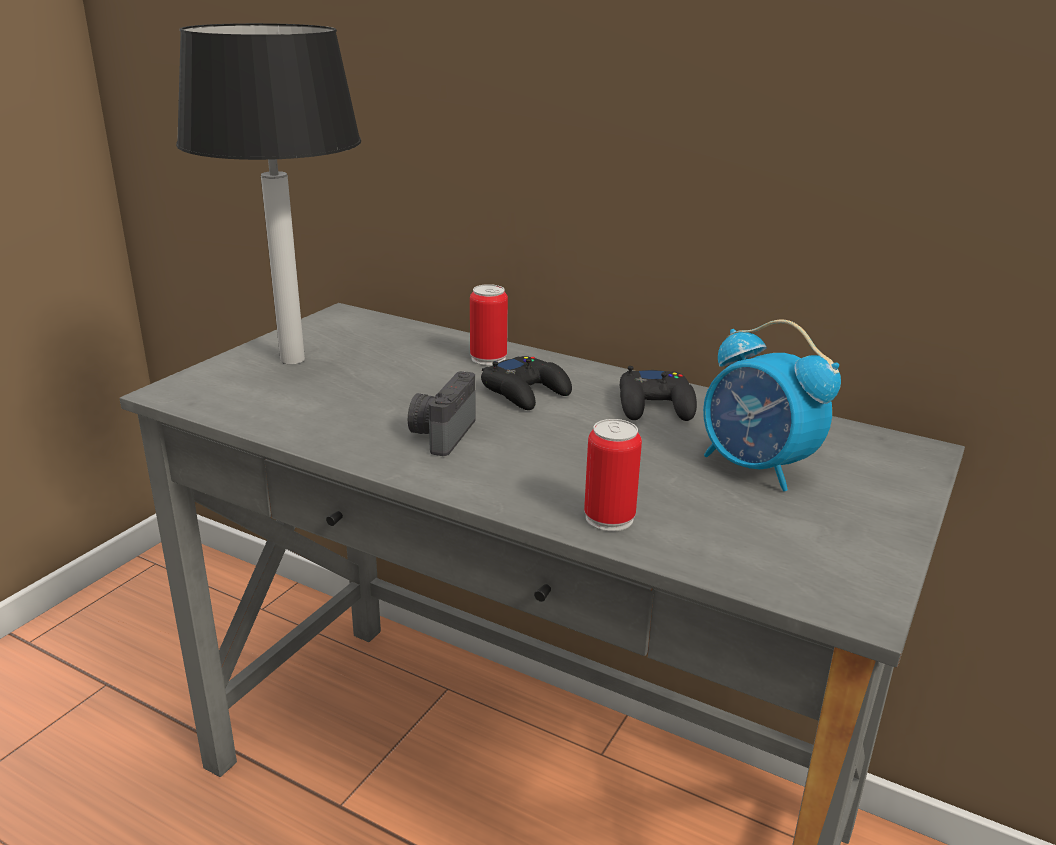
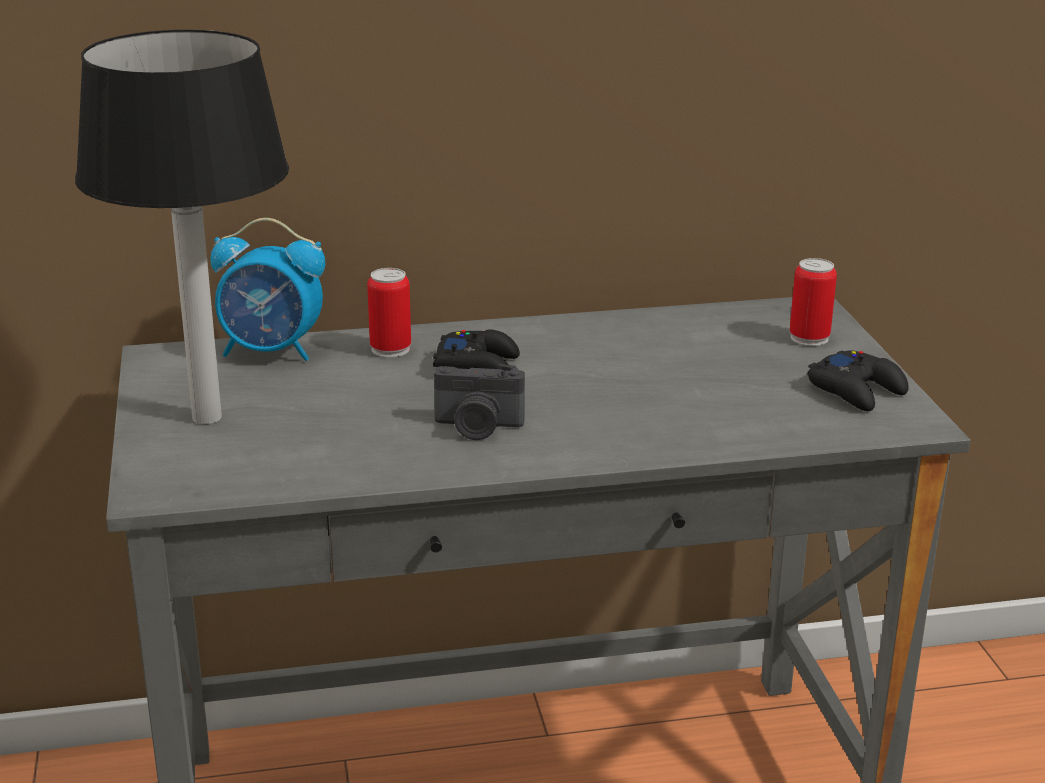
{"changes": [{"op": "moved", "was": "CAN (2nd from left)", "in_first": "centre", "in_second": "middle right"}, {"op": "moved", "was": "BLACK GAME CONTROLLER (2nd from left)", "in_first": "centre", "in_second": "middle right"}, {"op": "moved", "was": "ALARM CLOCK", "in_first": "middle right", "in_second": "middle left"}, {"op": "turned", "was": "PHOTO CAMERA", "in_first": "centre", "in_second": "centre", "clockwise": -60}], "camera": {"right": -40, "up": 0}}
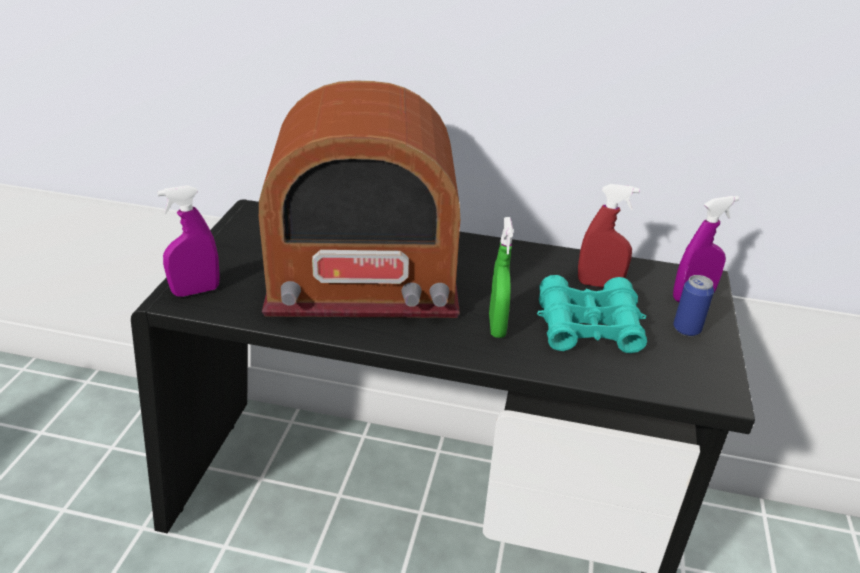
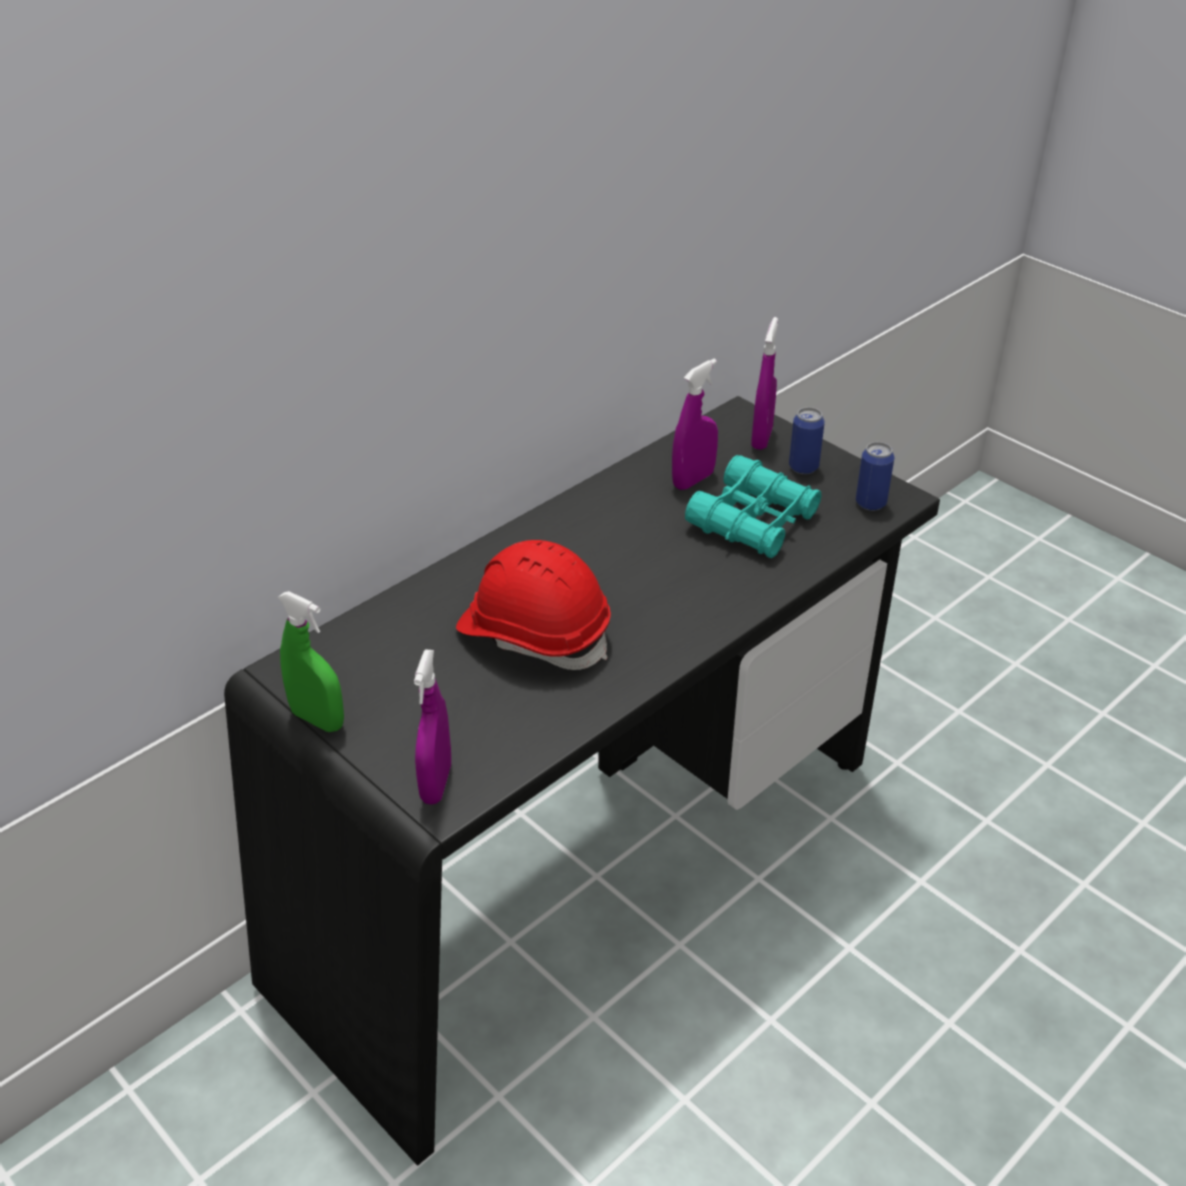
{"changes": [{"op": "added", "now": "CAN (2nd from left)", "in_second": "middle right"}, {"op": "moved", "was": "GREEN SPRAY BOTTLE", "in_first": "centre", "in_second": "middle left"}, {"op": "replaced", "was": "RADIO", "now": "RED HARD HAT", "in_first": "centre", "in_second": "centre"}, {"op": "recoloured", "was": "RED SPRAY BOTTLE", "now": "PURPLE SPRAY BOTTLE (2nd from left)", "in_first": "middle right", "in_second": "centre"}], "camera": {"right": -55, "up": 5}}
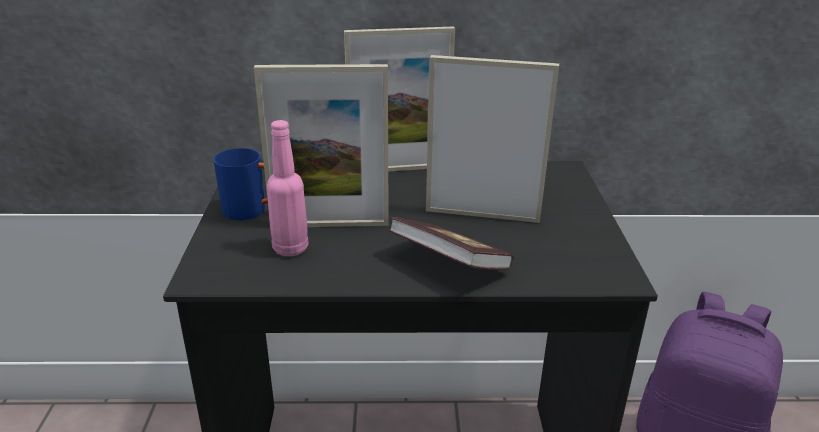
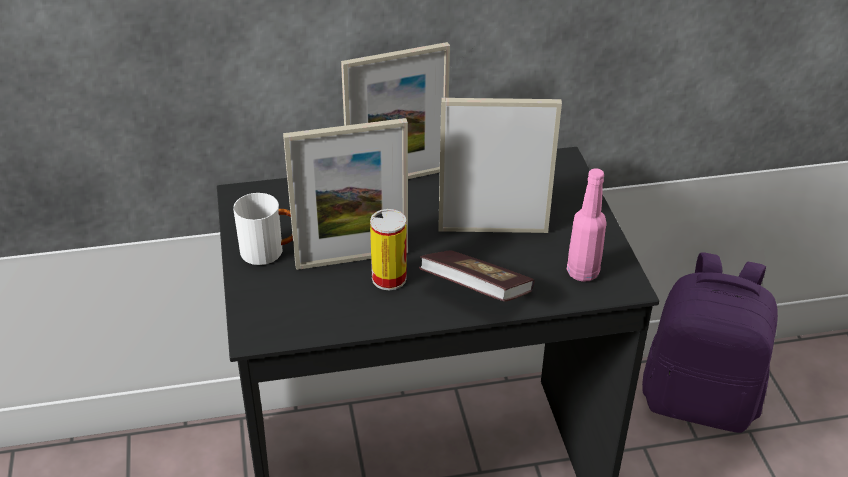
{"changes": [{"op": "added", "now": "CAN", "in_second": "centre"}, {"op": "moved", "was": "PINK BOTTLE", "in_first": "centre", "in_second": "middle right"}, {"op": "recoloured", "was": "BLUE MUG", "now": "WHITE MUG", "in_first": "middle left", "in_second": "middle left"}], "camera": {"right": -10, "up": 10}}
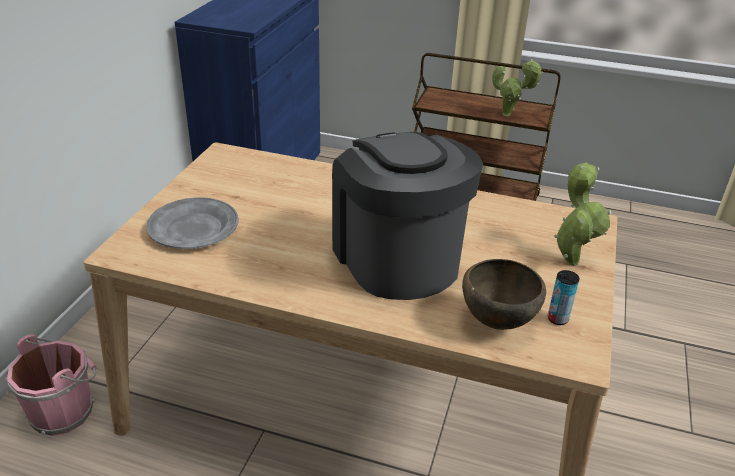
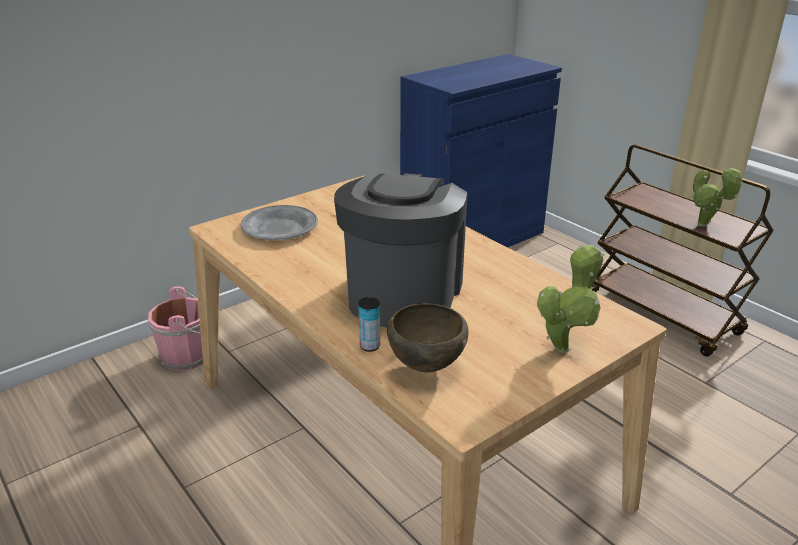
{"changes": [{"op": "moved", "was": "CAN", "in_first": "middle right", "in_second": "centre"}], "camera": {"right": 35, "up": -5}}
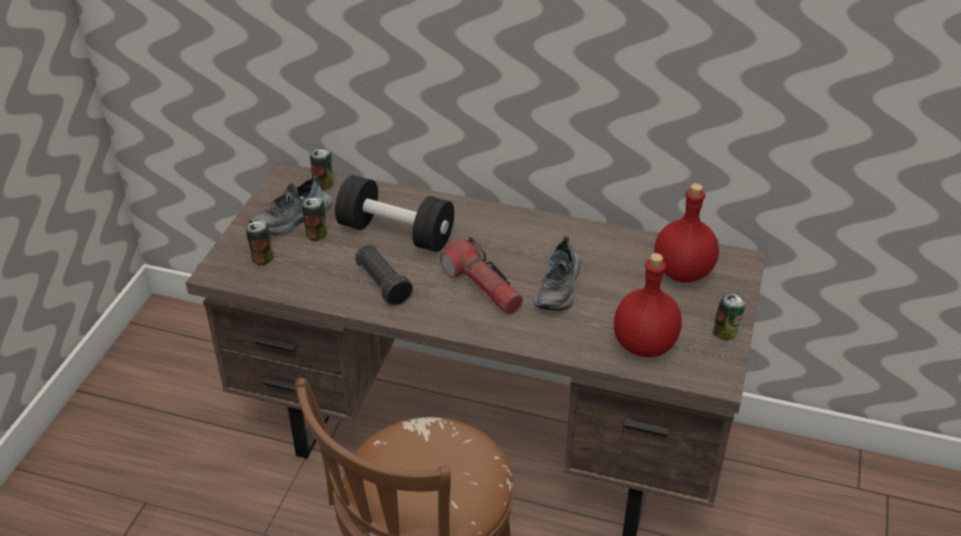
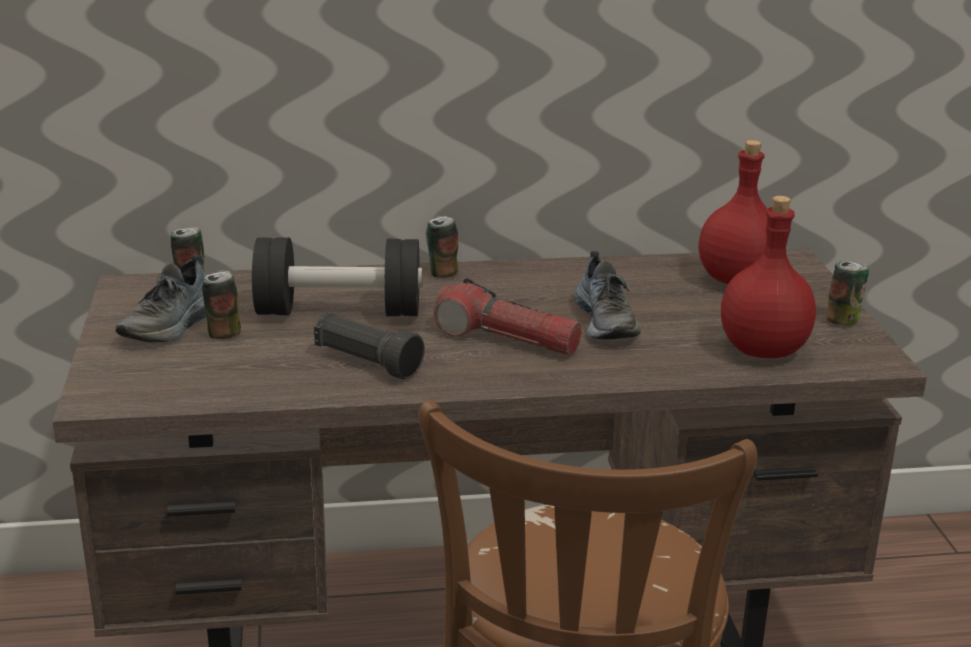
{"changes": [{"op": "moved", "was": "CAN (1st from left in the first image)", "now": "CAN (3rd from left)", "in_first": "middle left", "in_second": "centre"}], "camera": {"right": -25, "up": -15}}
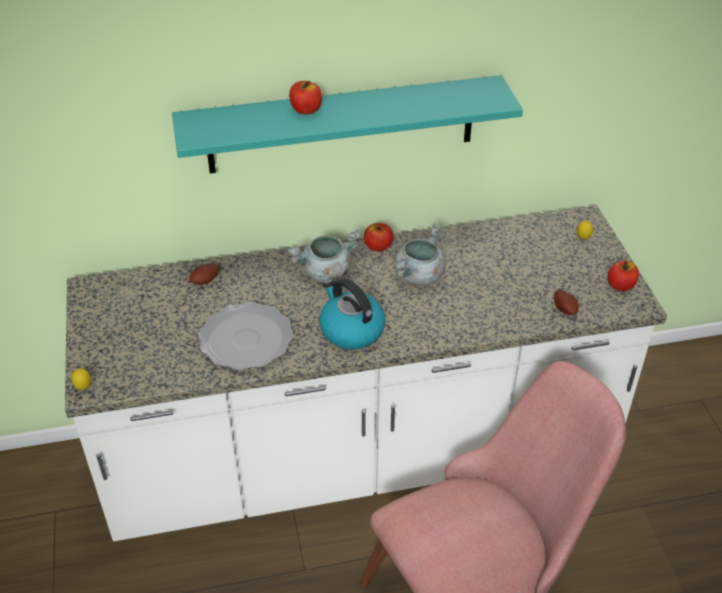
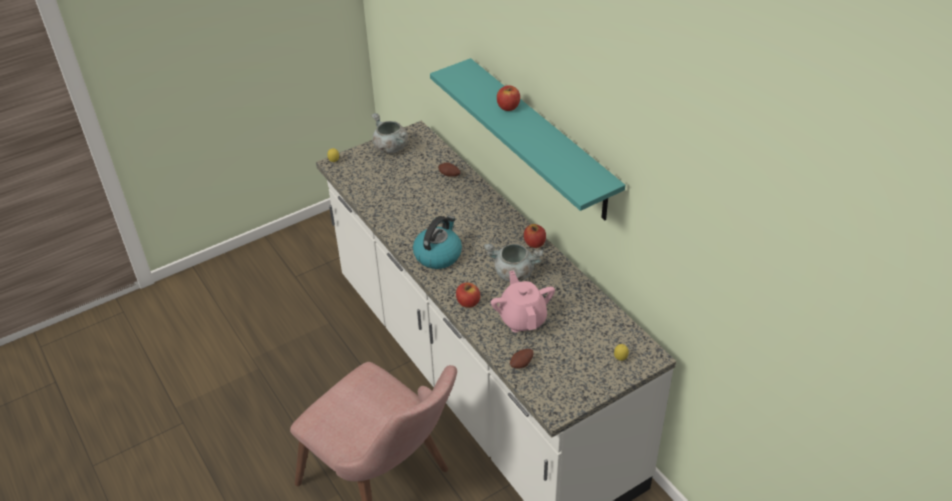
{"changes": [{"op": "removed", "was": "PLATE", "in_first": "centre"}, {"op": "added", "now": "PINK TEAPOT", "in_second": "centre"}, {"op": "moved", "was": "GREY COOKING POT (1st from left)", "in_first": "centre", "in_second": "top centre"}, {"op": "moved", "was": "APPLE (3rd from left in the first image)", "now": "APPLE (1st from left)", "in_first": "middle right", "in_second": "centre"}], "camera": {"right": 70, "up": 0}}
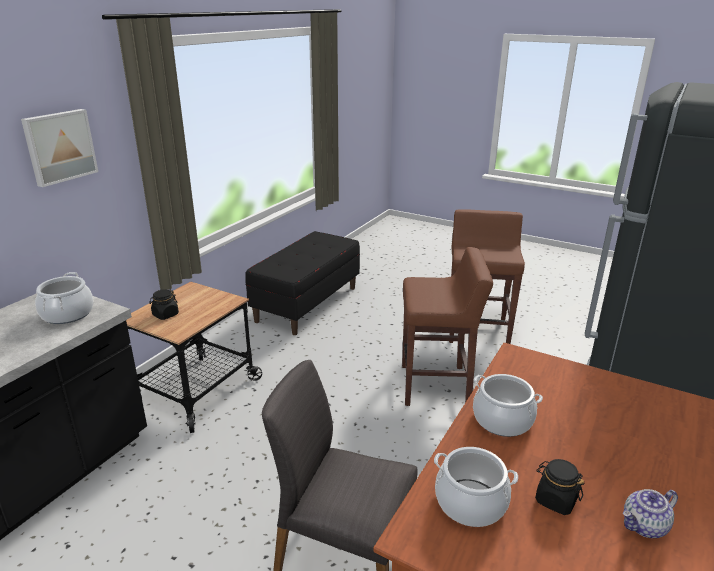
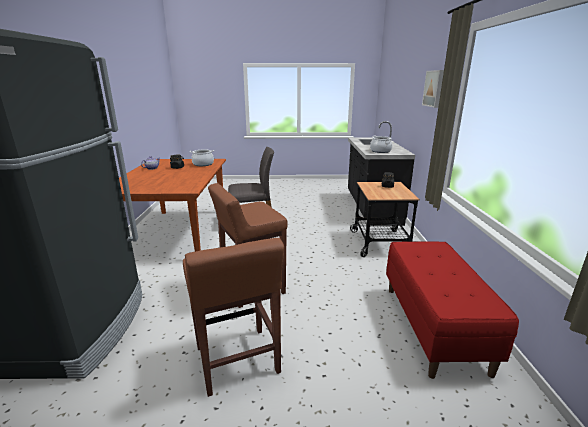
{"changes": [{"op": "removed", "was": "COOKING POT (3rd from left)", "in_first": "bottom right"}, {"op": "recoloured", "was": "BLACK BENCH", "now": "RED BENCH", "in_first": "centre", "in_second": "bottom right"}], "camera": {"right": 150, "up": -5}}
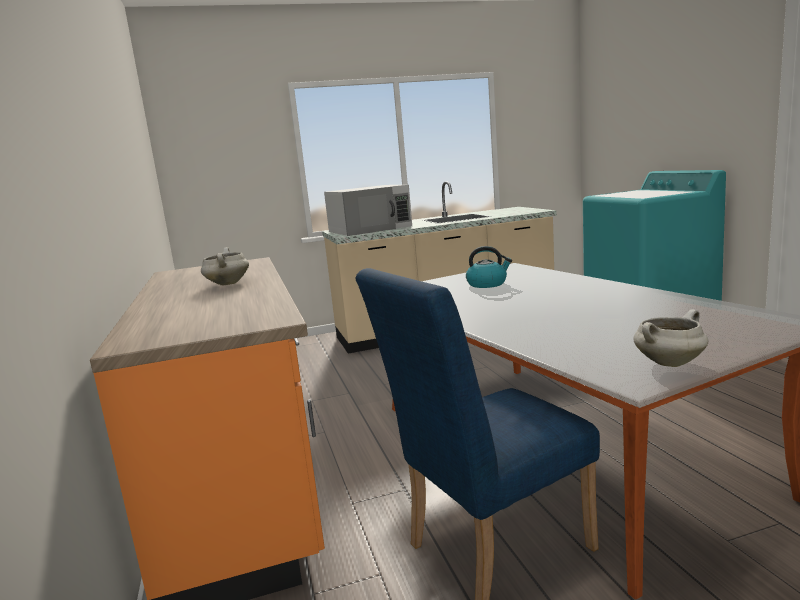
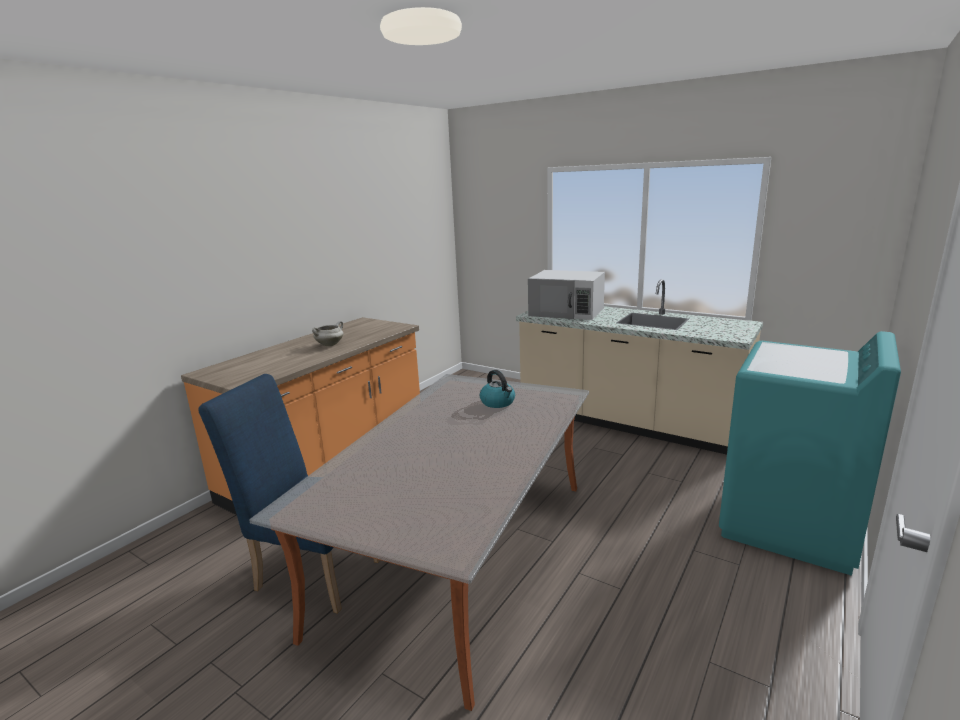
{"changes": [{"op": "removed", "was": "WHITE COOKING POT (2nd from left)", "in_first": "middle right"}], "camera": {"right": 50, "up": 5}}
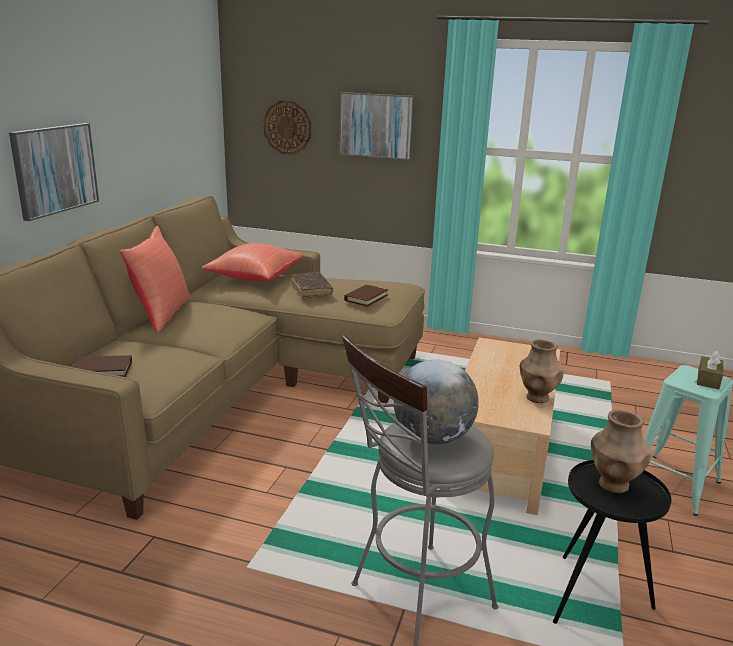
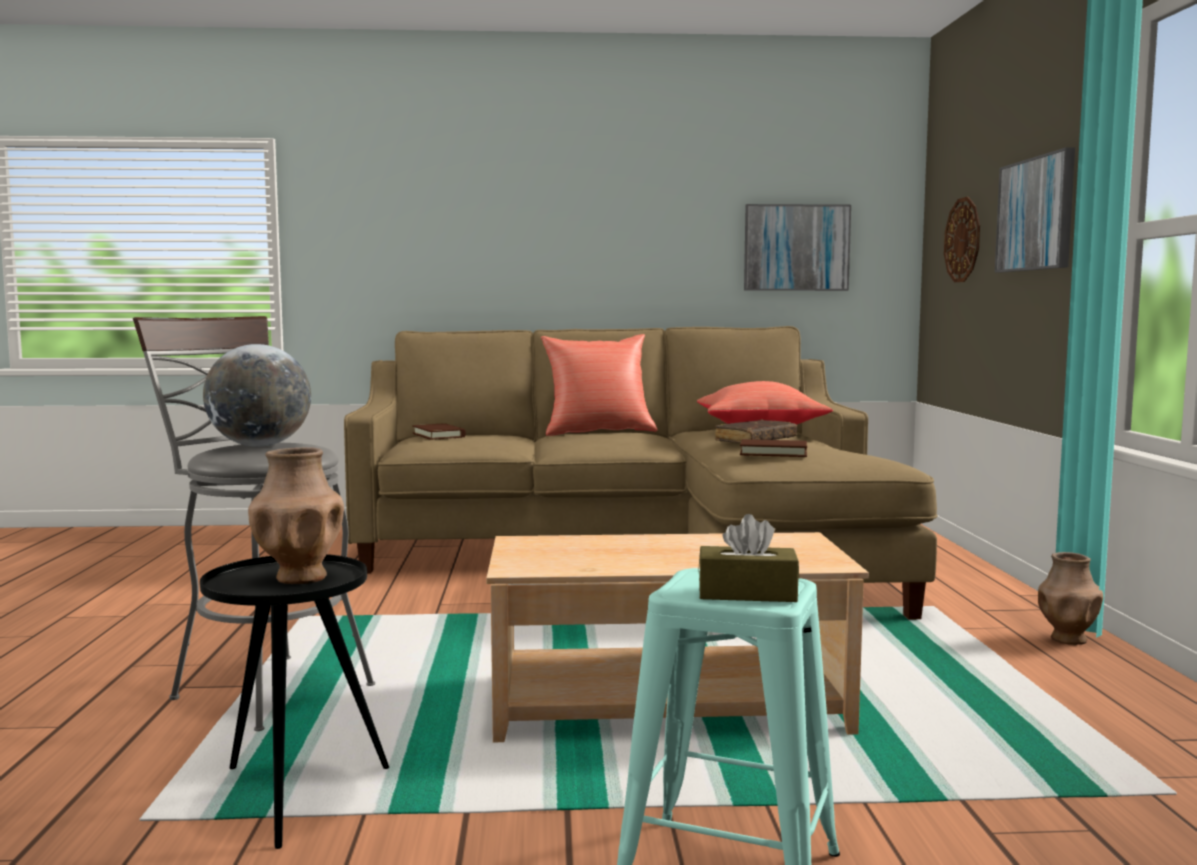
{"changes": [{"op": "moved", "was": "PICTURE (1st from left)", "in_first": "top left", "in_second": "top centre"}, {"op": "moved", "was": "BROWN VASE (1st from left in the first image)", "now": "BROWN VASE (2nd from left)", "in_first": "middle right", "in_second": "bottom right"}], "camera": {"right": 70, "up": -15}}
